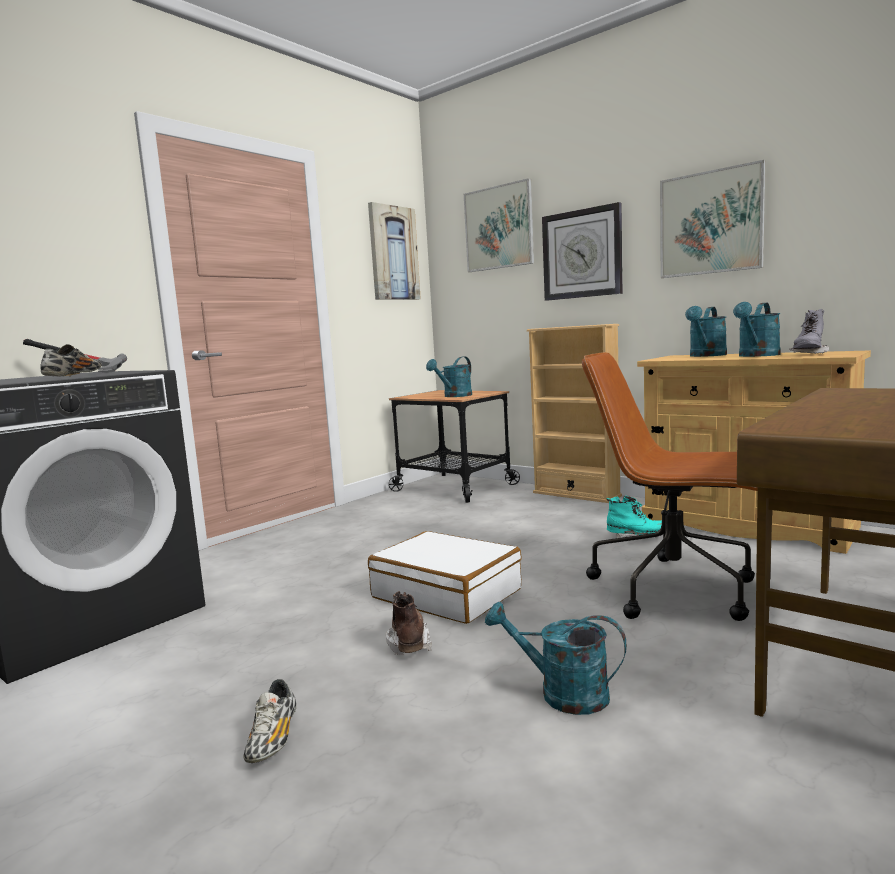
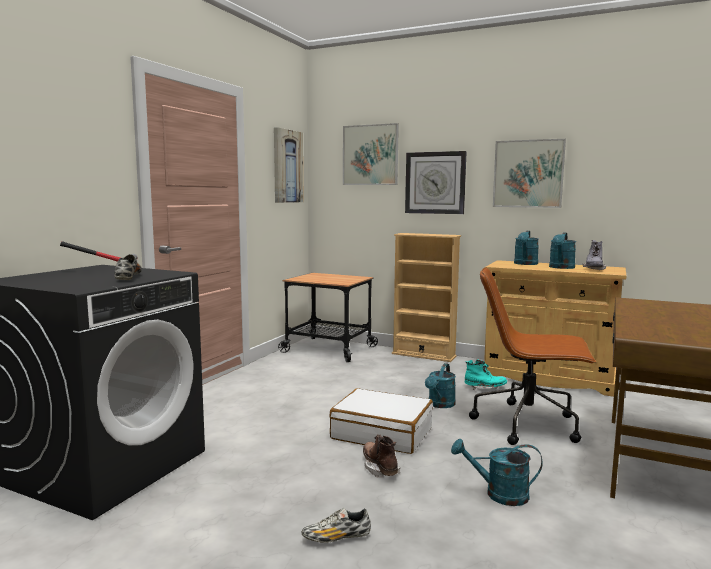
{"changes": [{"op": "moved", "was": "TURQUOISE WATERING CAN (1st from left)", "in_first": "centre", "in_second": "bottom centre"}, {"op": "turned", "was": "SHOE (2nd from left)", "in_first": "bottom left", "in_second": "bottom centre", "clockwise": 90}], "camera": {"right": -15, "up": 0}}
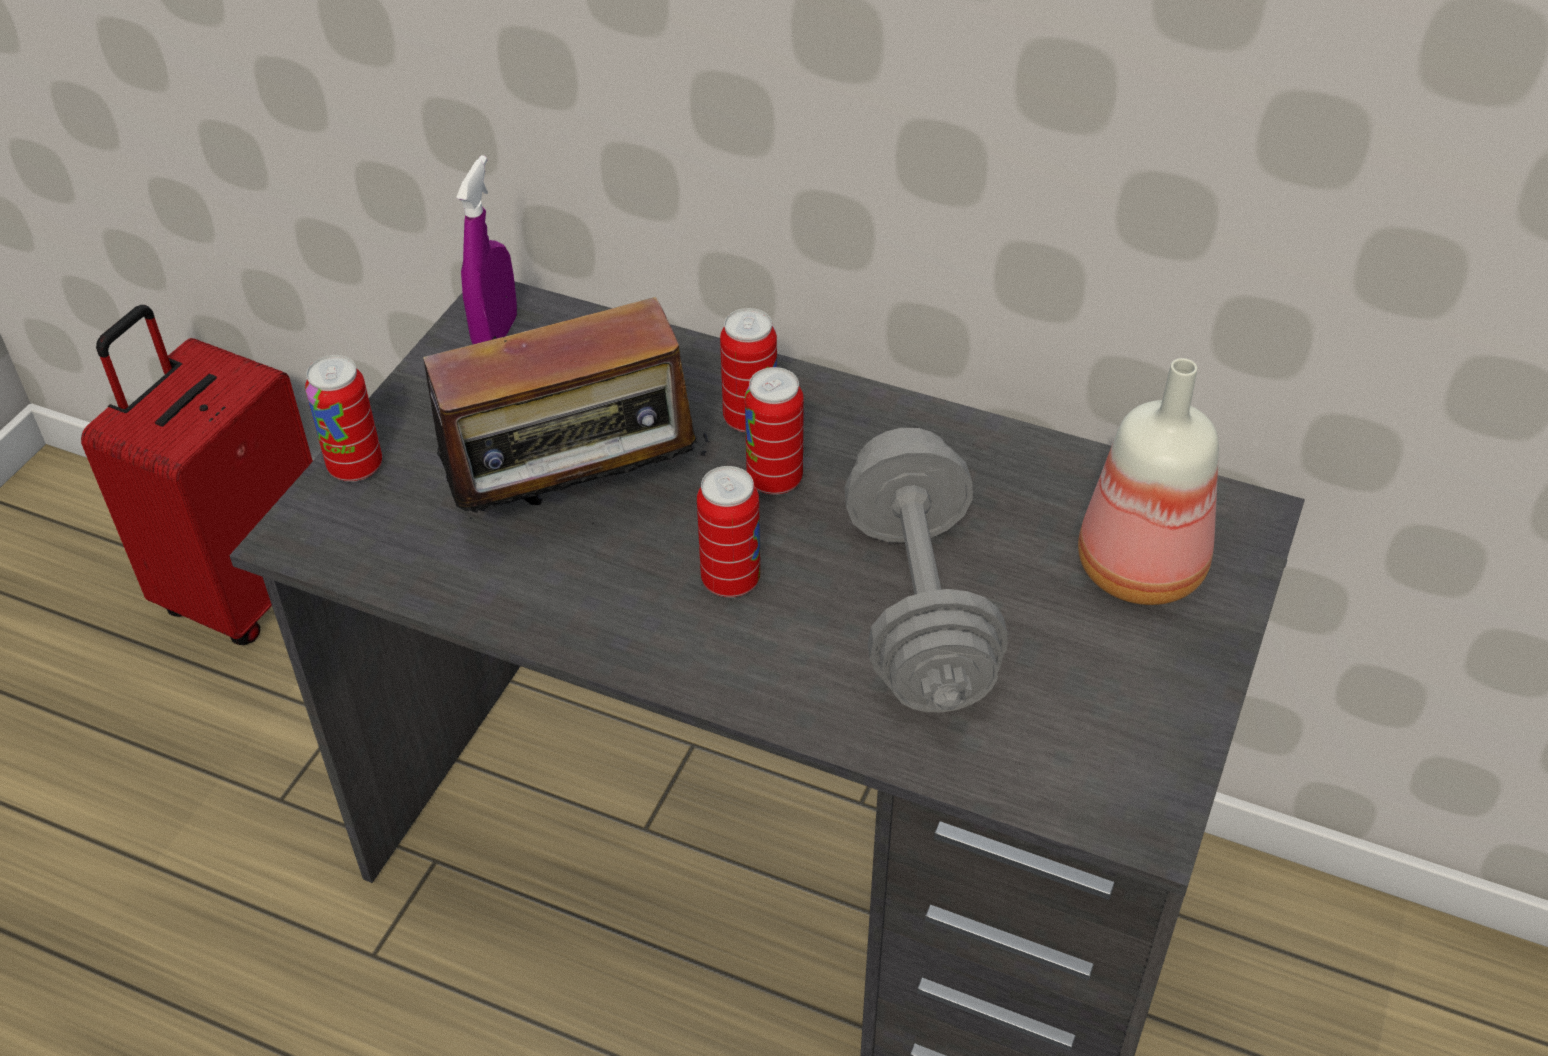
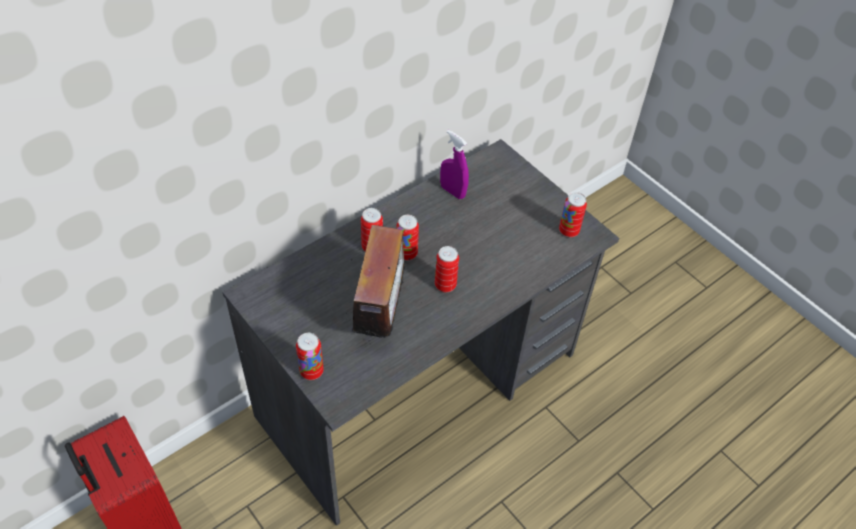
{"changes": [{"op": "removed", "was": "GREY DUMBBELL", "in_first": "centre"}, {"op": "removed", "was": "BOTTLE", "in_first": "middle right"}, {"op": "added", "now": "CAN (5th from left)", "in_second": "middle right"}, {"op": "moved", "was": "PURPLE SPRAY BOTTLE", "in_first": "top left", "in_second": "top centre"}], "camera": {"right": -65, "up": 5}}
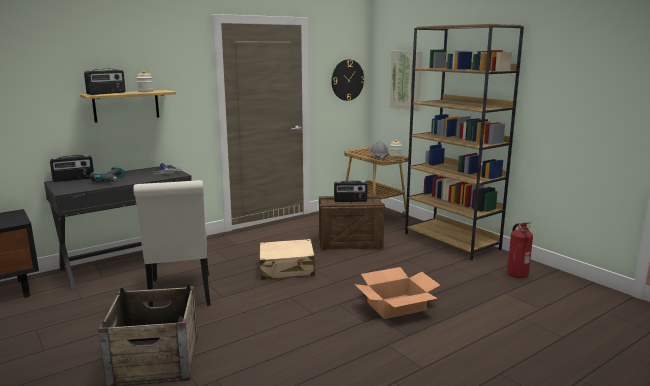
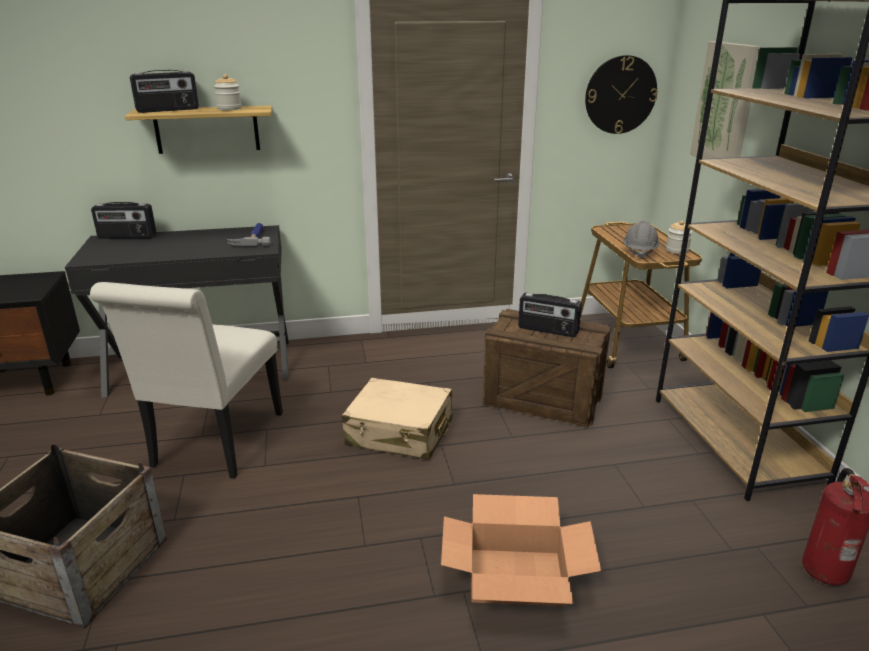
{"changes": [{"op": "removed", "was": "POWER DRILL", "in_first": "middle left"}], "camera": {"right": 25, "up": 10}}
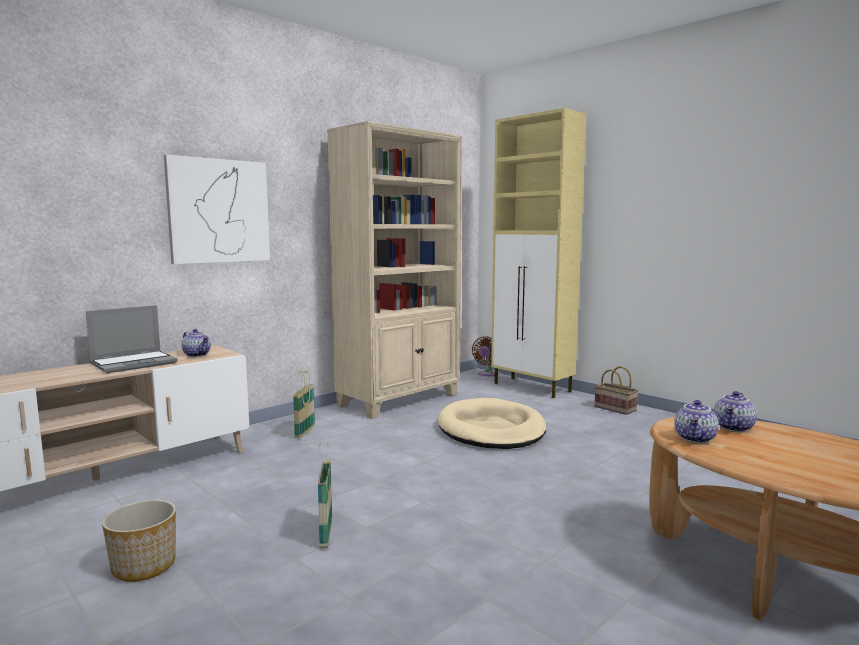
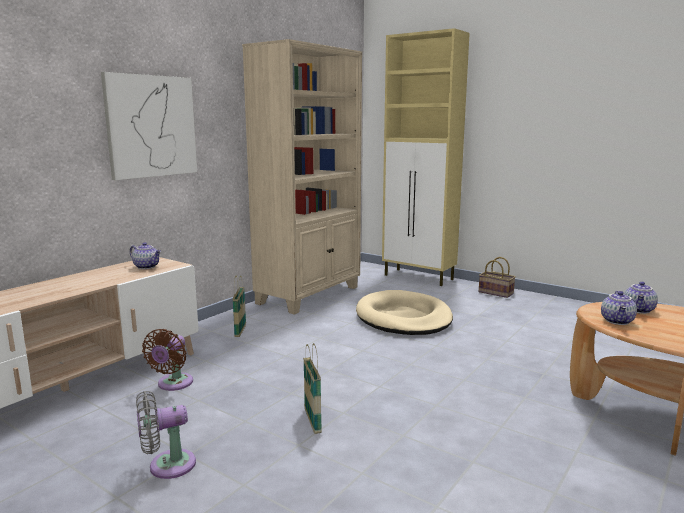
{"changes": [{"op": "removed", "was": "LAPTOP", "in_first": "middle left"}, {"op": "moved", "was": "BROWN FAN", "in_first": "centre", "in_second": "bottom left"}, {"op": "replaced", "was": "PLANTER", "now": "GREY FAN", "in_first": "bottom left", "in_second": "bottom left"}], "camera": {"right": -10, "up": 5}}
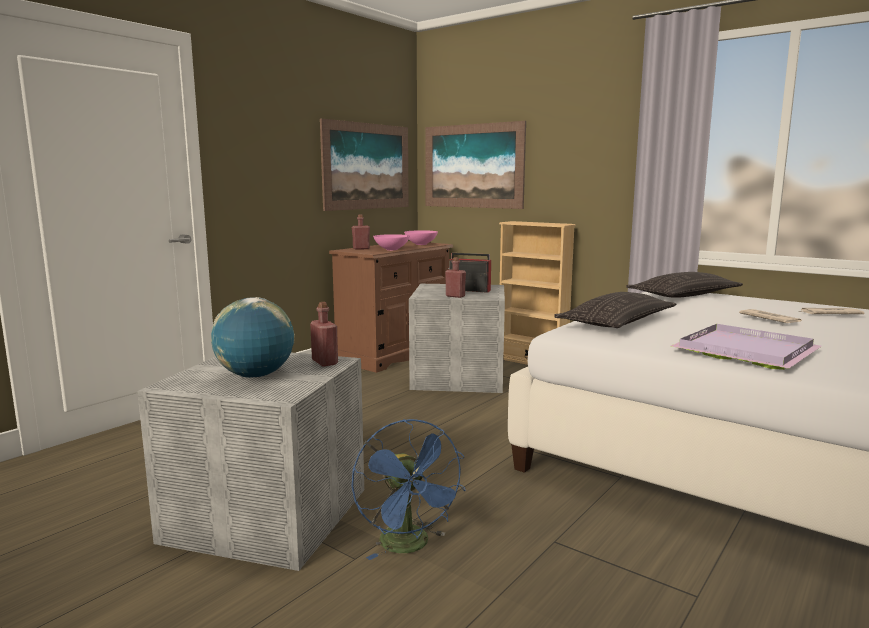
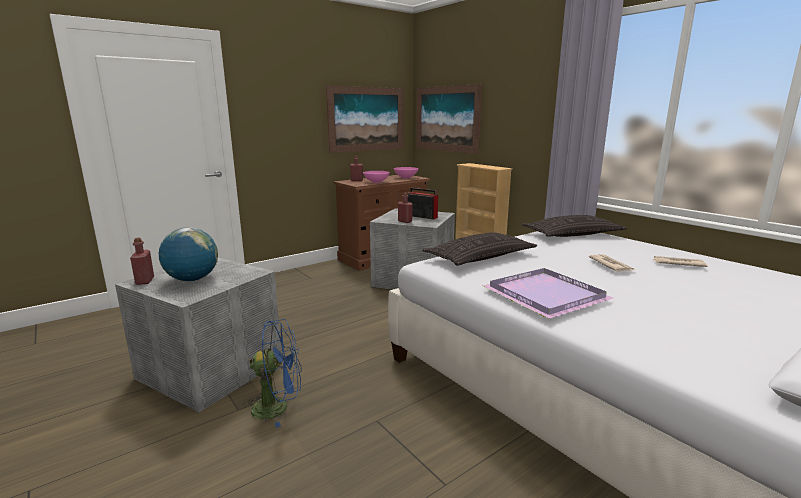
{"changes": [{"op": "moved", "was": "RED BOTTLE (1st from left)", "in_first": "centre", "in_second": "middle left"}, {"op": "turned", "was": "BLUE FAN", "in_first": "bottom centre", "in_second": "bottom centre", "clockwise": -90}], "camera": {"right": 15, "up": 5}}
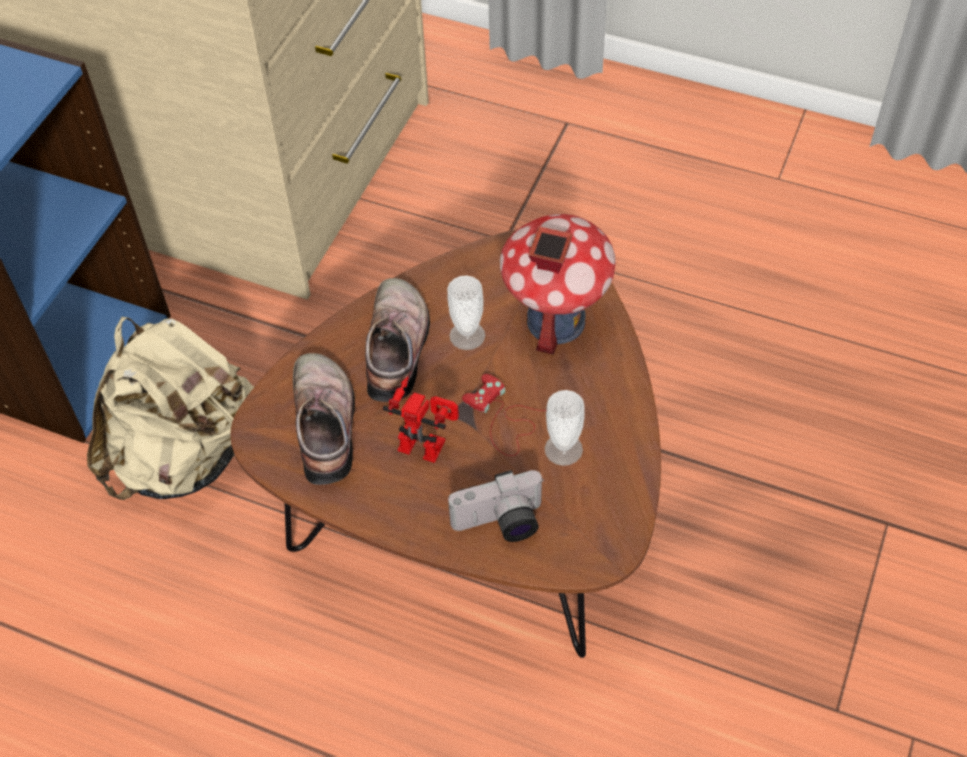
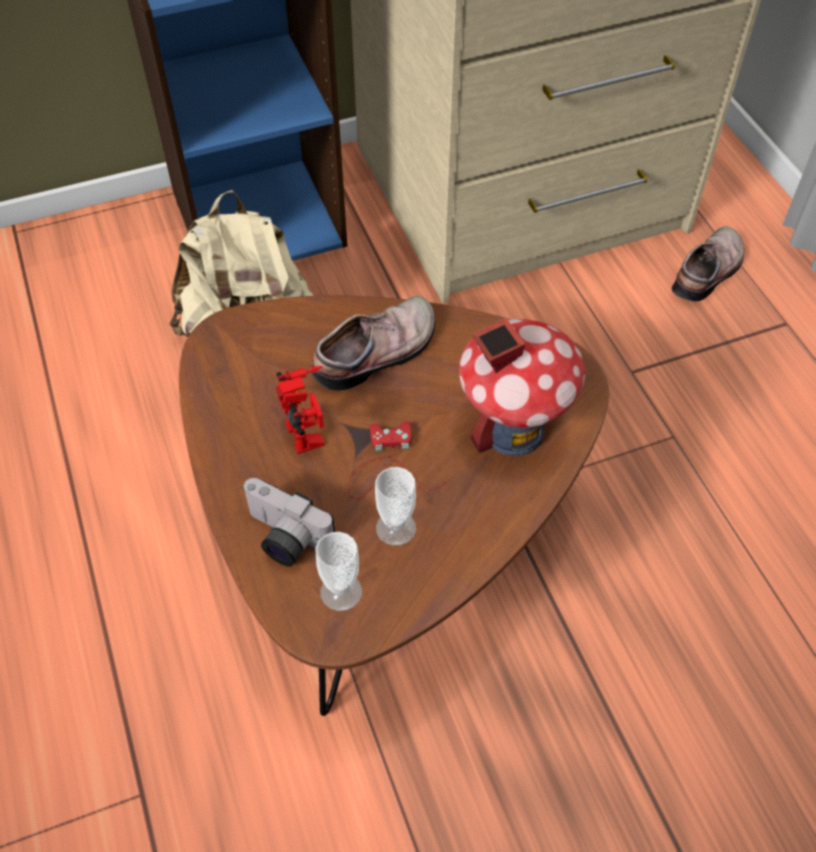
{"changes": [{"op": "moved", "was": "SHOE (1st from left in the first image)", "now": "SHOE (2nd from left)", "in_first": "centre", "in_second": "top right"}, {"op": "moved", "was": "CUP (1st from left)", "in_first": "centre", "in_second": "bottom centre"}], "camera": {"right": 45, "up": 0}}
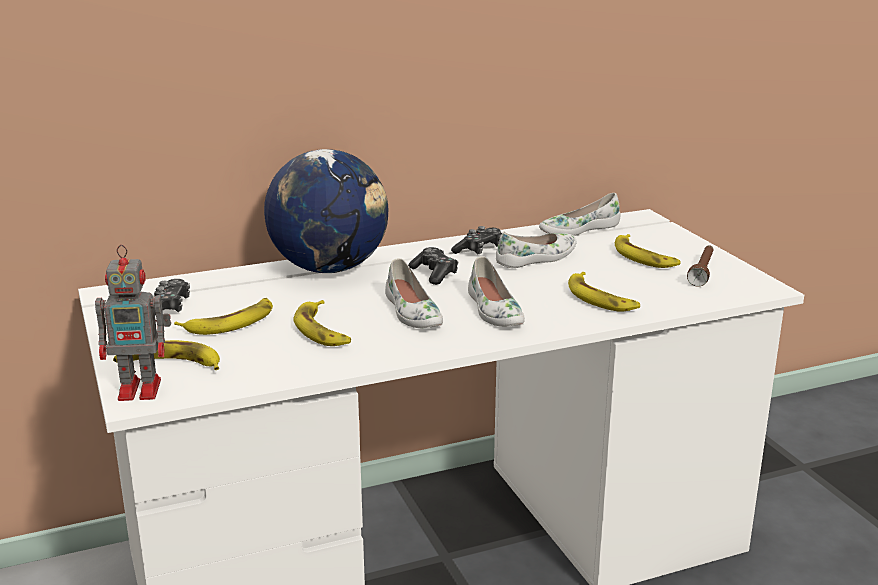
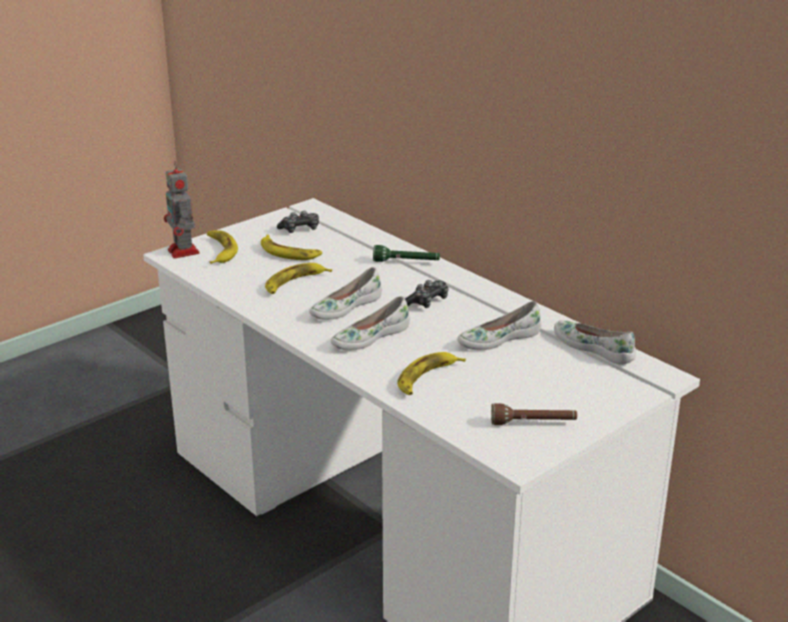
{"changes": [{"op": "removed", "was": "GAME CONTROLLER (3rd from left)", "in_first": "centre"}, {"op": "removed", "was": "BANANA (5th from left)", "in_first": "middle right"}, {"op": "replaced", "was": "GLOBE", "now": "GREEN FLASHLIGHT", "in_first": "centre", "in_second": "centre"}, {"op": "turned", "was": "WHITE SHOE (3rd from left)", "in_first": "centre", "in_second": "centre", "clockwise": 120}], "camera": {"right": 70, "up": 5}}
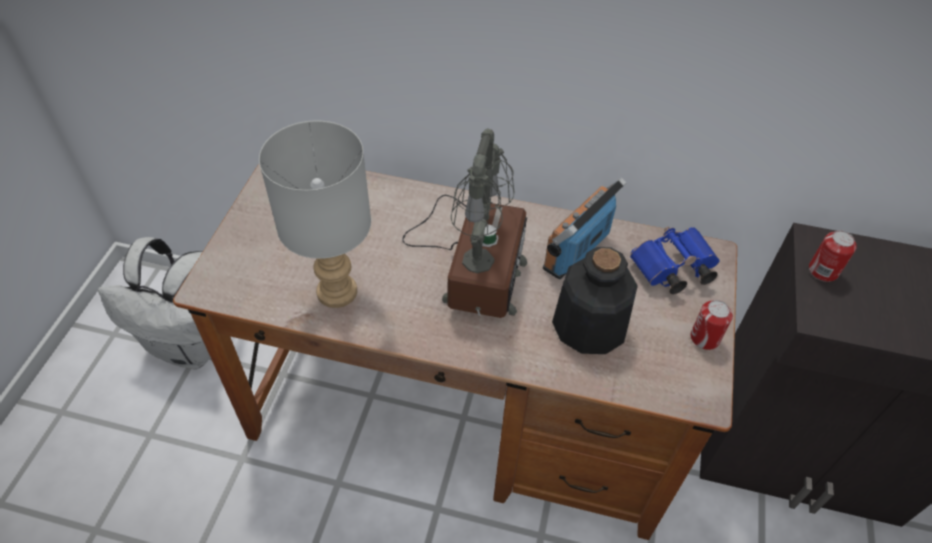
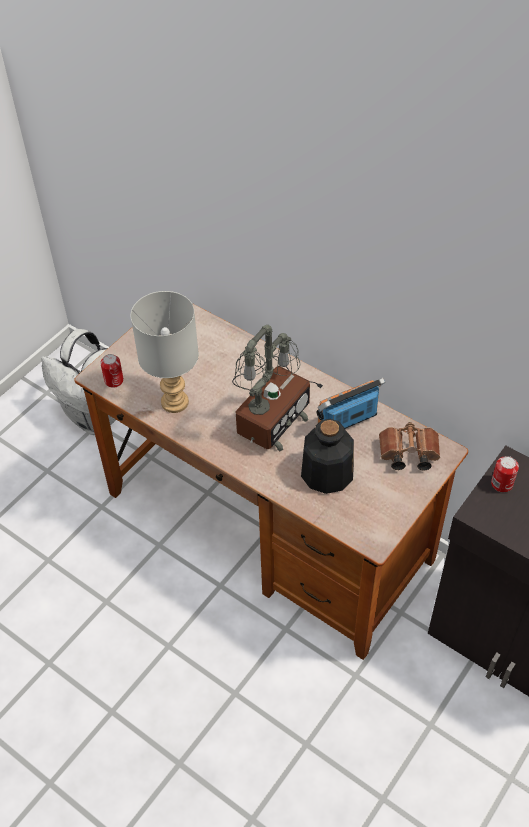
{"changes": [{"op": "moved", "was": "CAN (1st from left)", "in_first": "middle right", "in_second": "middle left"}, {"op": "recoloured", "was": "BLUE BINOCULARS", "now": "BROWN BINOCULARS", "in_first": "middle right", "in_second": "middle right"}], "camera": {"right": 25, "up": 0}}
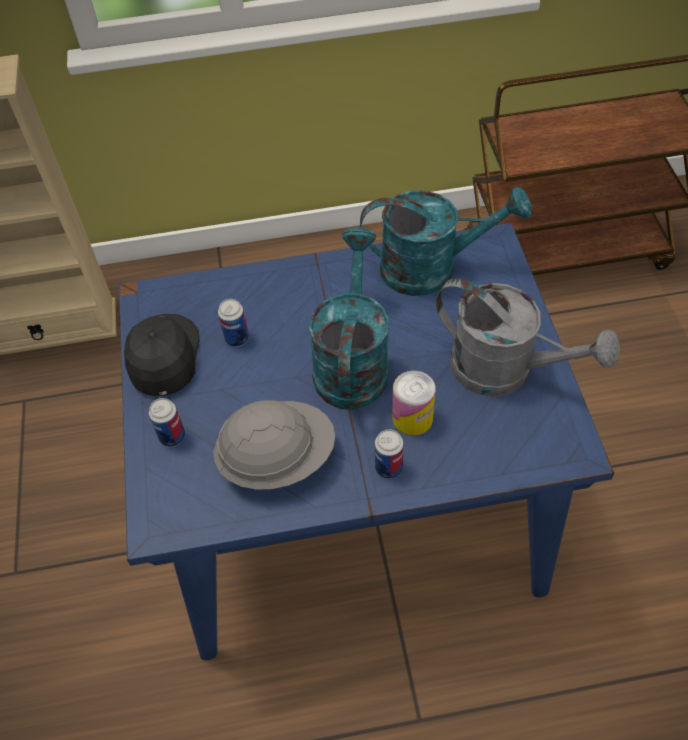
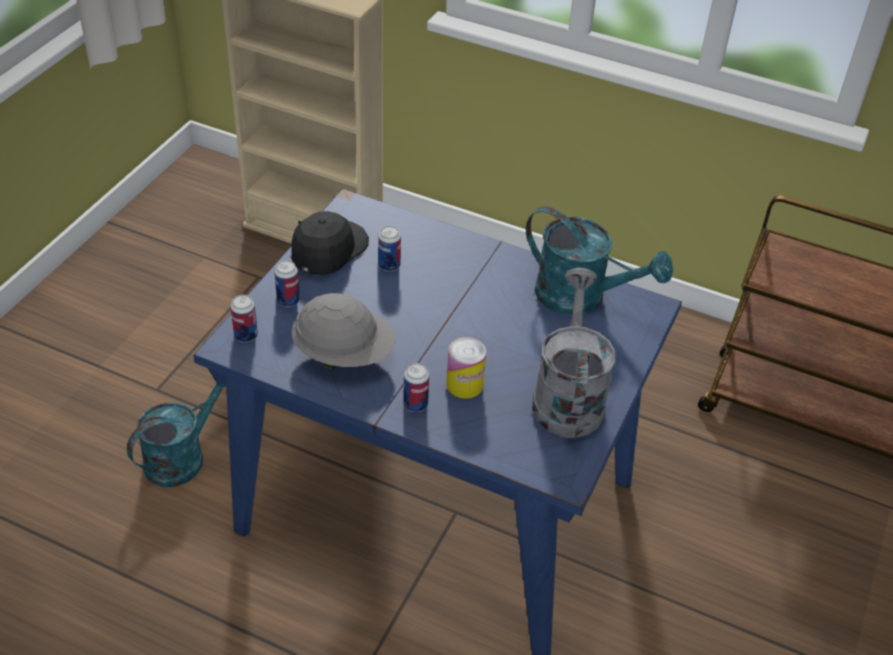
{"changes": [{"op": "added", "now": "CAN (1st from left)", "in_second": "middle left"}, {"op": "moved", "was": "TURQUOISE WATERING CAN (1st from left)", "in_first": "centre", "in_second": "middle left"}, {"op": "turned", "was": "GREY WATERING CAN", "in_first": "middle right", "in_second": "centre", "clockwise": -150}], "camera": {"right": 30, "up": -10}}
